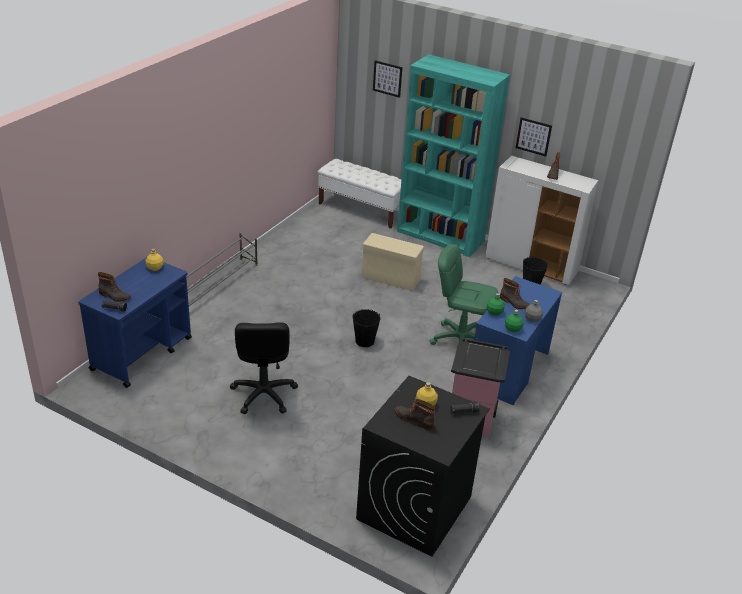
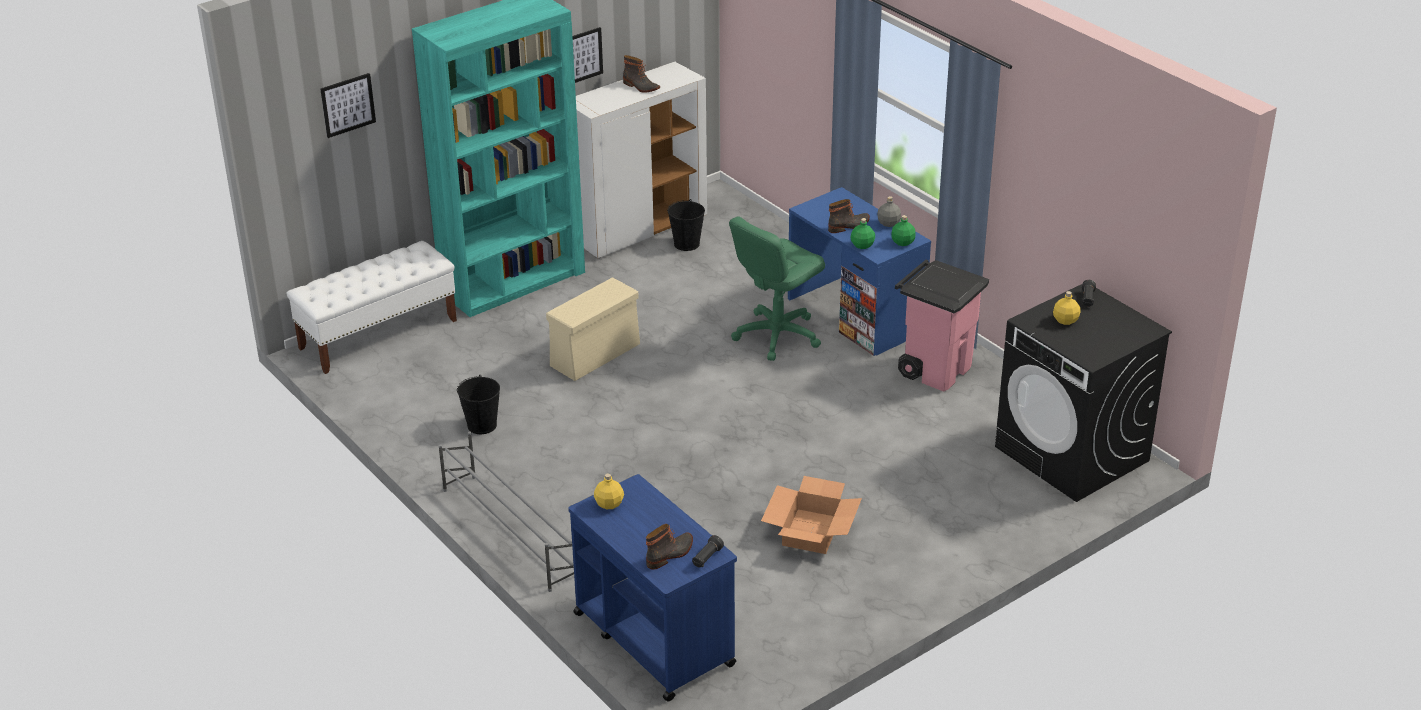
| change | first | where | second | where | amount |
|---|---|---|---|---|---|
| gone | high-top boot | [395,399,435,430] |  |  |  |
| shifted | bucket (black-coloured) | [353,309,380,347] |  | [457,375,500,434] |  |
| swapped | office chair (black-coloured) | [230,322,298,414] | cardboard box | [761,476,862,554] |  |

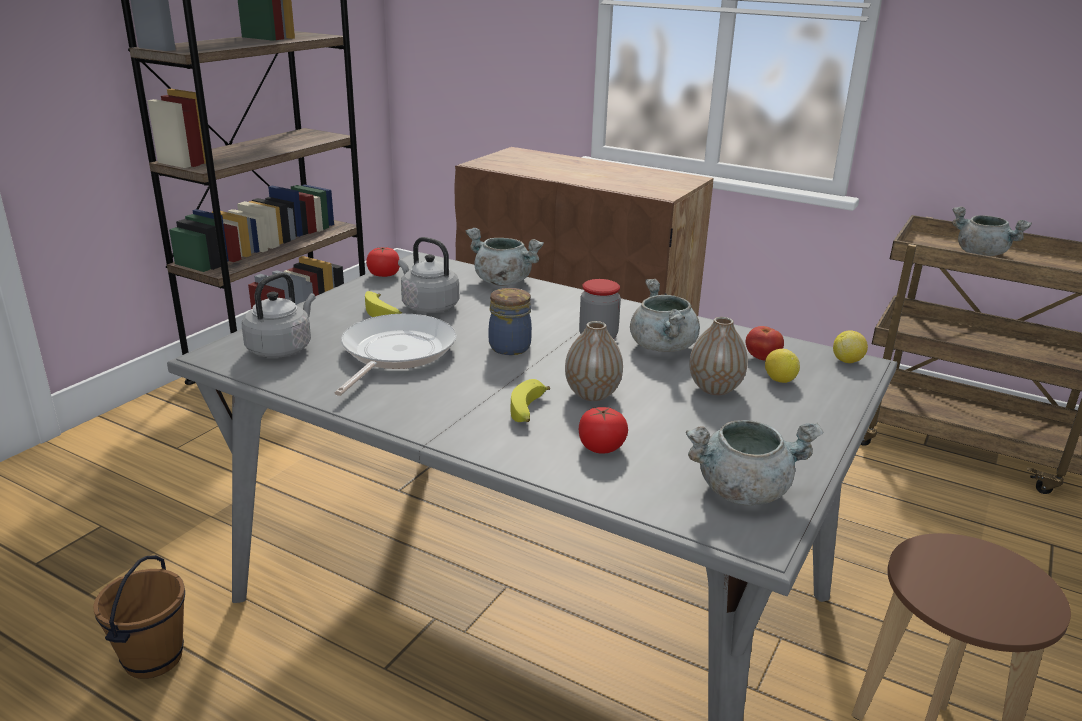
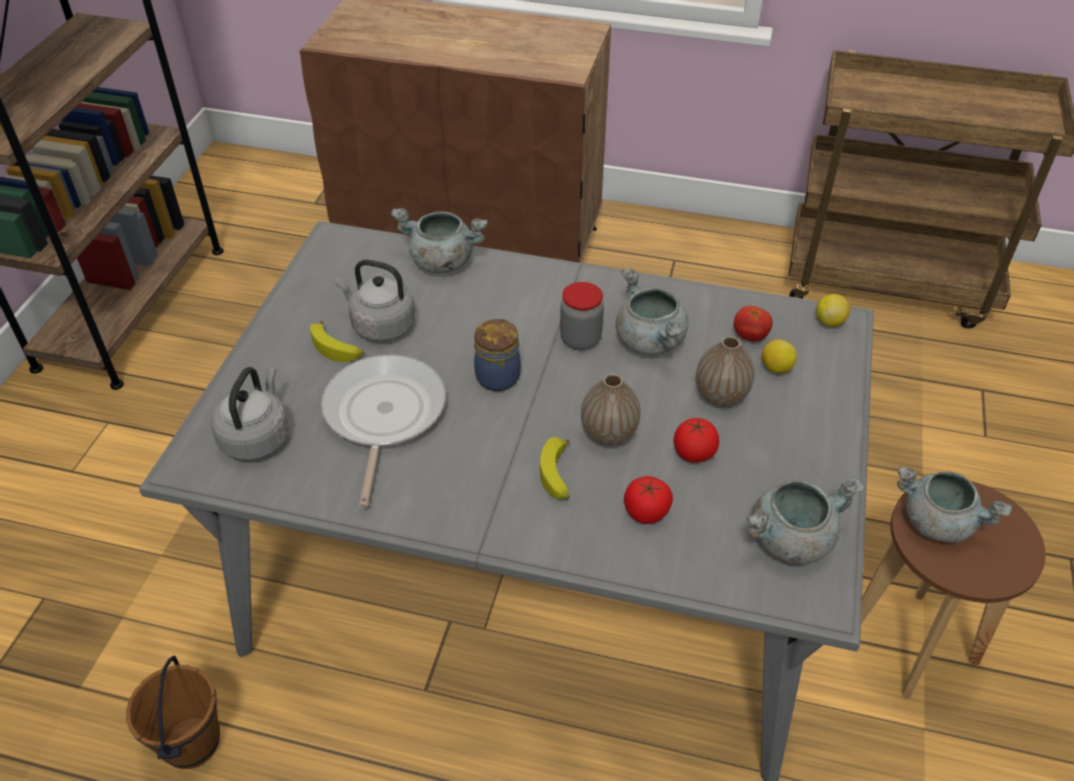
| change | first | where | second | where | amount |
|---|---|---|---|---|---|
| shifted | tomato | [366,247,400,277] |  | [674,417,719,462] |  |
| shifted | cooking pot (grey) | [952,207,1032,256] |  | [897,466,1012,543] |  |

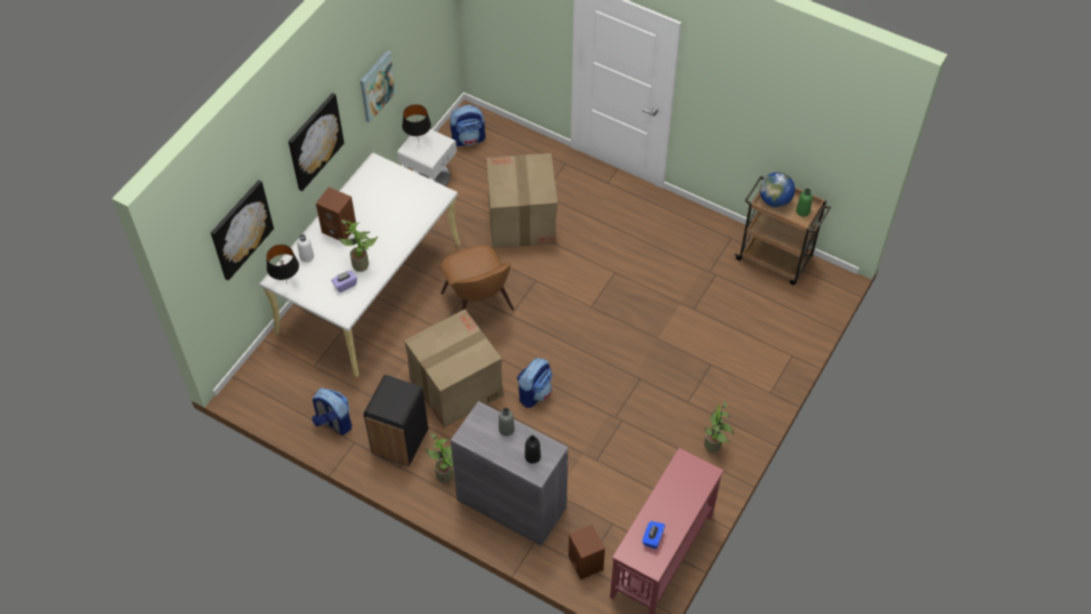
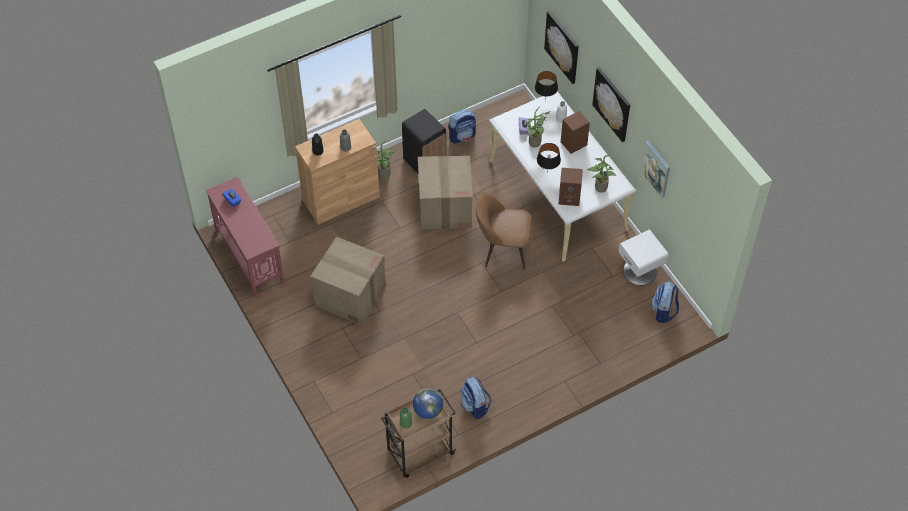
| change | first | where | second | where | amount |
|---|---|---|---|---|---|
| shifted | table lamp (black-coloured) | [402,104,431,143] |  | [537,143,561,173] |  |
| shifted | cardboard box | [487,153,558,248] |  | [310,236,386,325] |  |
| shifted | backpack | [517,358,552,408] |  | [461,377,491,419] |  |
| shifted | loudspeaker (brownish) | [568,524,605,580] |  | [559,168,583,206] |  |
| shifted | houseplant | [705,400,734,453] |  | [587,155,617,193] |  |
| repainted | storage cabinet (grey) | [450,401,568,546] | storage cabinet (brownish) | [295,119,380,225] |  |

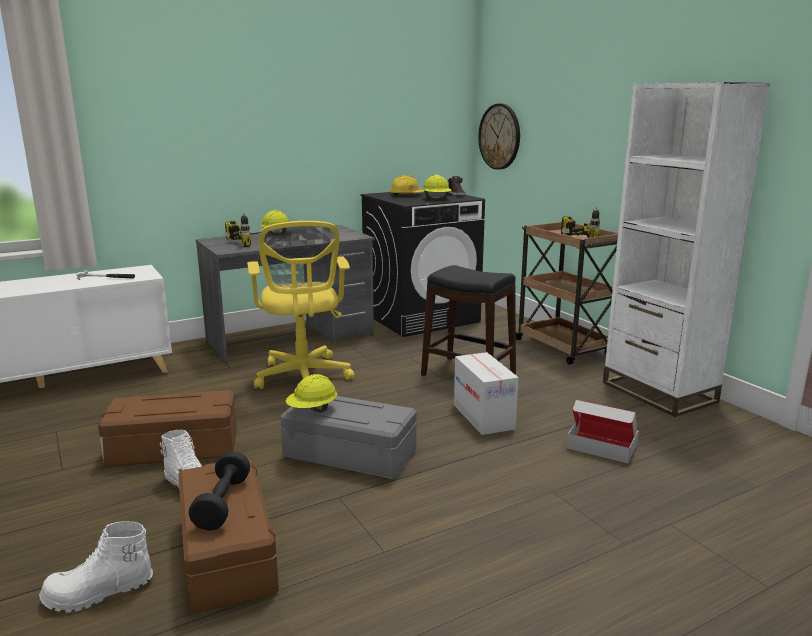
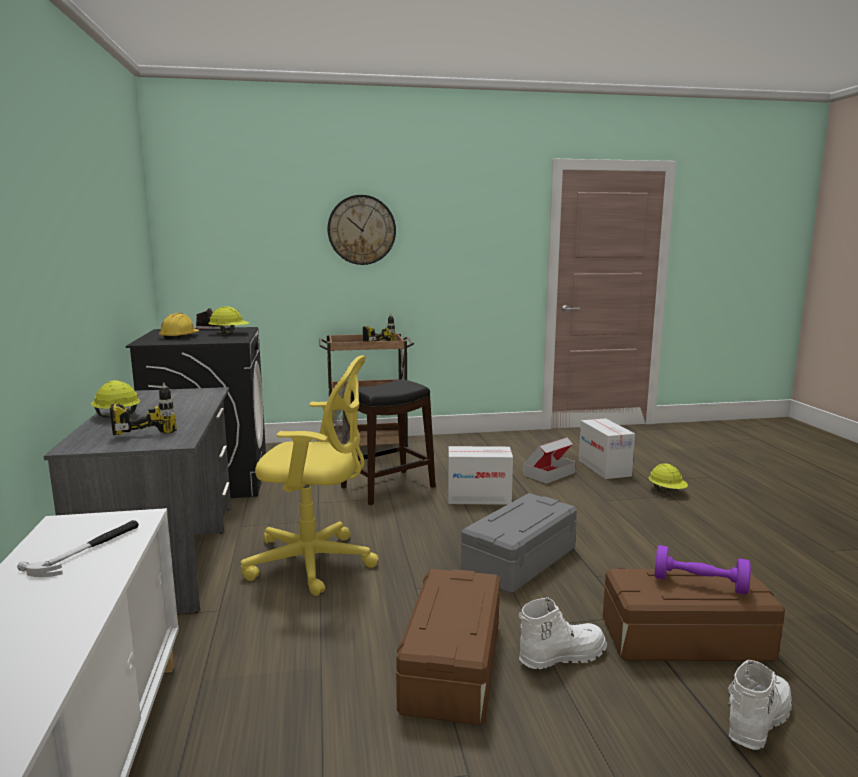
| change | first | where | second | where | amount |
|---|---|---|---|---|---|
| gone | bookshelf (white) | [603,82,770,417] |  |  |  |
| new |  |  | cardboard box | [579,418,635,479] |  |
| shifted | safety helmet (yellow) | [286,374,337,412] |  | [649,464,688,492] |  |
| shifted | wall clock | [478,104,520,170] |  | [327,195,396,265] |  |
| repainted | dumbbell (black-coloured) | [188,451,250,531] | dumbbell (purple) | [655,545,751,595] |  |
| rotated | high-top boot (white) | [39,521,153,613] |  | [727,660,792,750] | 135 degrees counterclockwise |

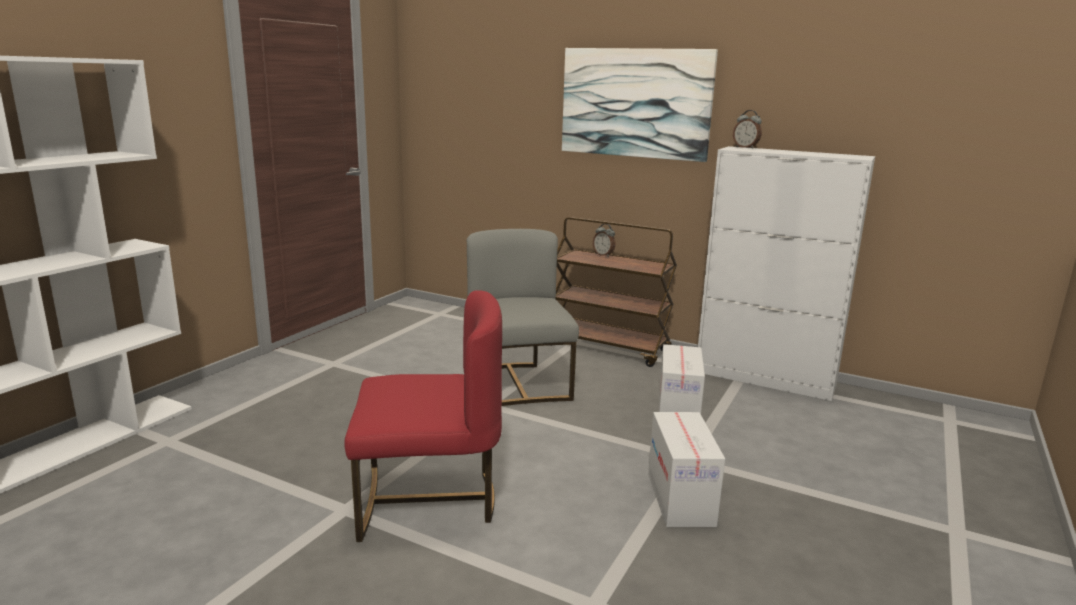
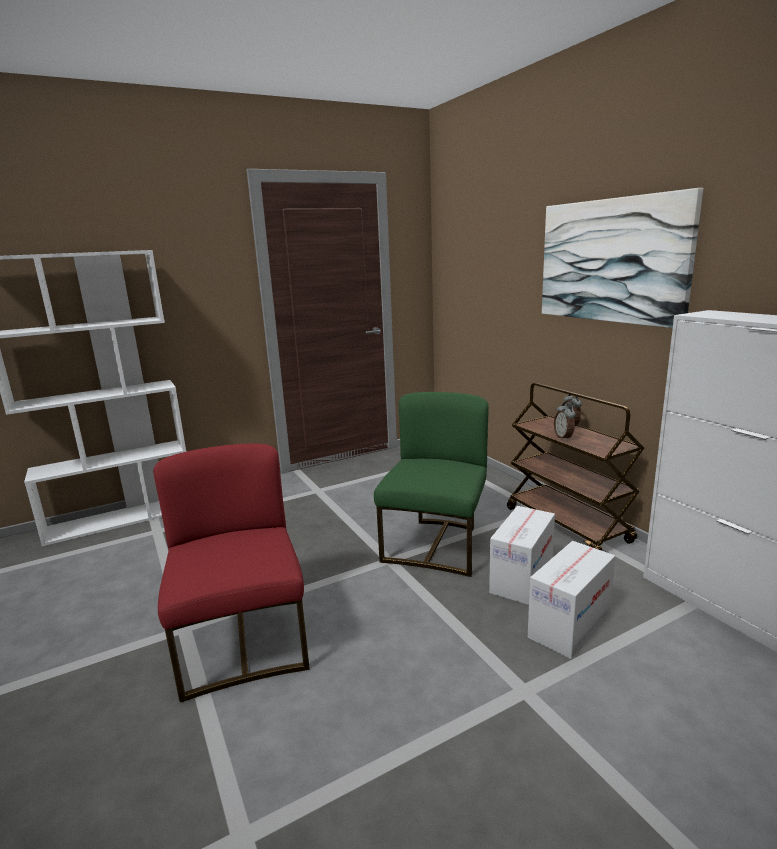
| change | first | where | second | where | amount |
|---|---|---|---|---|---|
| shifted | cardboard box | [648,412,725,527] |  | [489,506,555,605] |  |
| shifted | table clock | [733,110,762,149] |  | [554,402,576,441] |  |
| repainted | plain chair (grey) | [467,229,579,406] | plain chair (green) | [374,392,489,577] |  |
| rotated | plain chair (reddish) | [344,290,502,542] |  | [153,443,310,703] | 135 degrees counterclockwise |

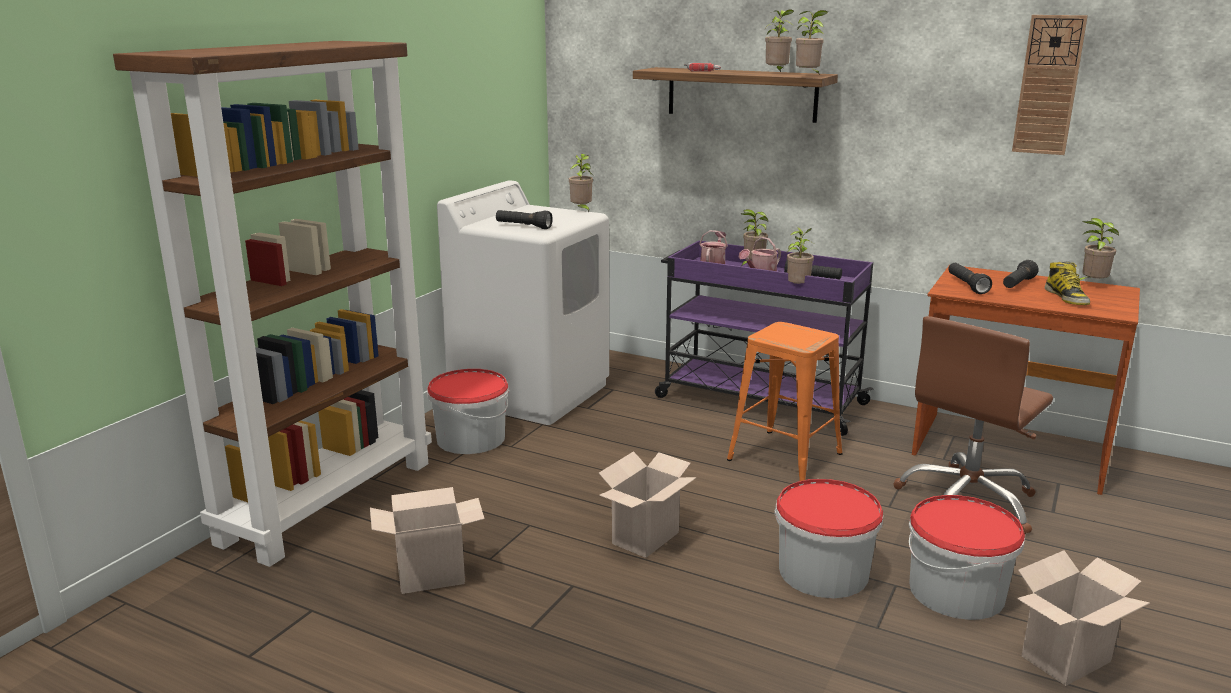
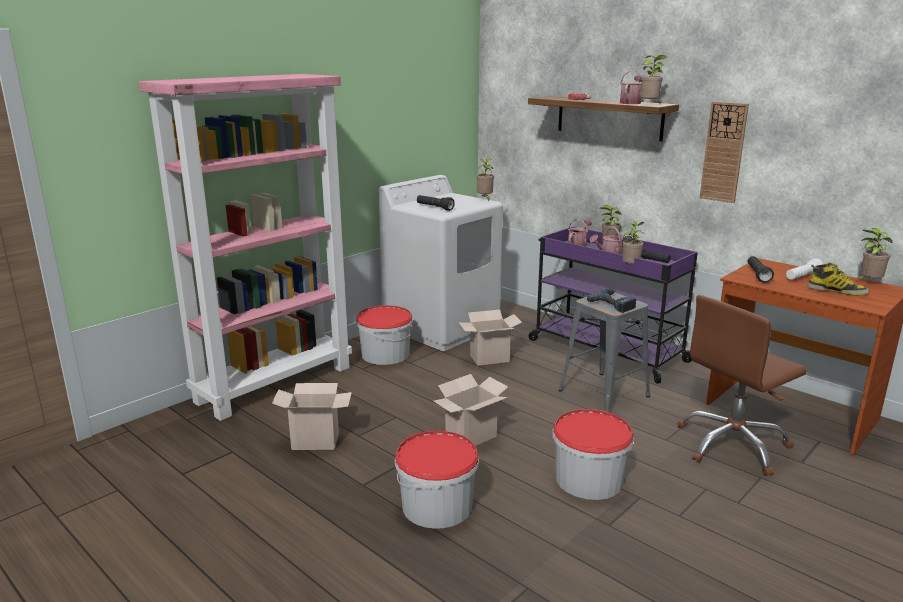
| change | first | where | second | where | amount |
|---|---|---|---|---|---|
| new |  |  | drill | [587,289,637,313] |  |
| shifted | bucket | [909,495,1025,620] |  | [395,431,479,529] |  |
| shifted | wall clock | [1012,15,1088,155] |  | [700,102,749,203] |  |
| shifted | cardboard box | [1017,550,1150,686] |  | [459,310,522,366] |  |
| swapped | houseplant | [765,9,794,72] | sprinkling can | [620,71,642,104] |  |
| repainted | bookshelf (brownish) | [113,41,432,567] | bookshelf (pink-coloured) | [139,74,352,421] |  |
| repainted | stool seat (orangey) | [727,322,842,481] | stool seat (grey) | [559,293,650,412] |  |
| repainted | flashlight (black-coloured) | [1003,260,1038,288] | flashlight (white) | [786,258,824,280] |  |
| rotated | high-top boot | [1044,261,1090,305] |  | [807,263,869,295] | 75 degrees counterclockwise |

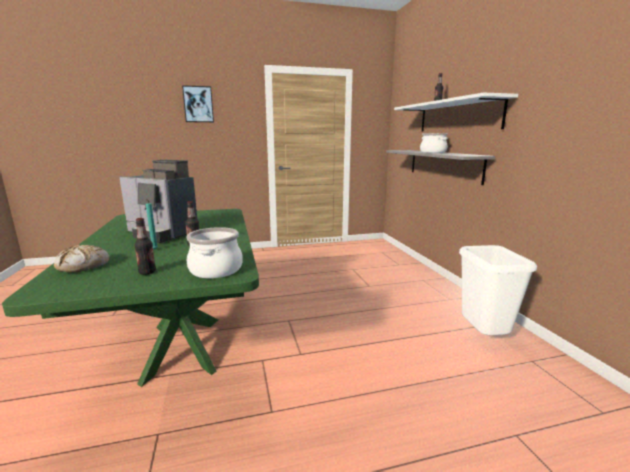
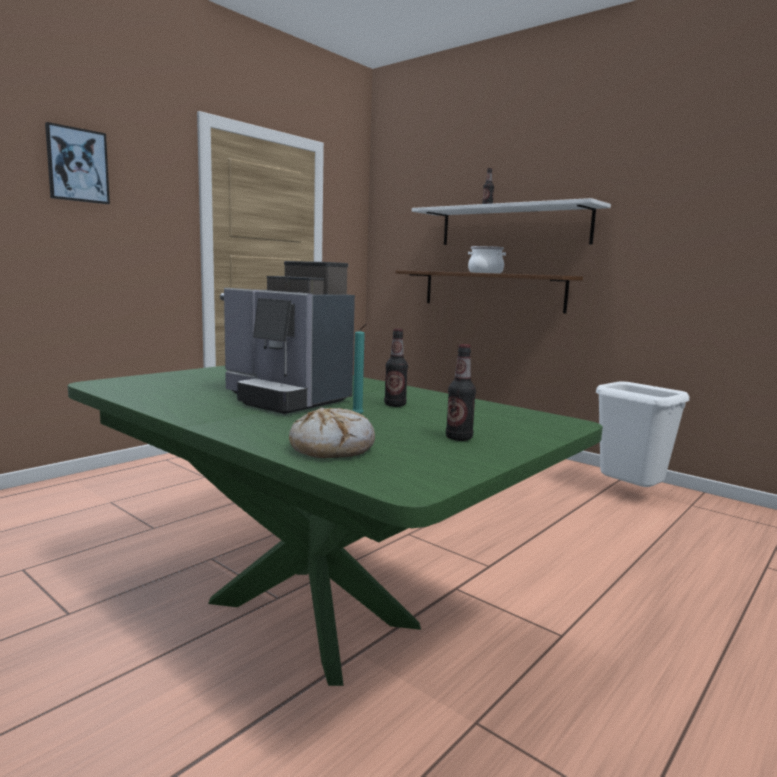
| change | first | where | second | where | amount |
|---|---|---|---|---|---|
| gone | cooking pot | [187,227,243,278] |  |  |  |
| repainted | bracket shelf (grey) | [386,150,496,185] | bracket shelf (brownish) | [395,270,583,313] |  |
| rotated | coffee brewer | [119,160,197,243] |  | [224,261,355,414] | 45 degrees clockwise |

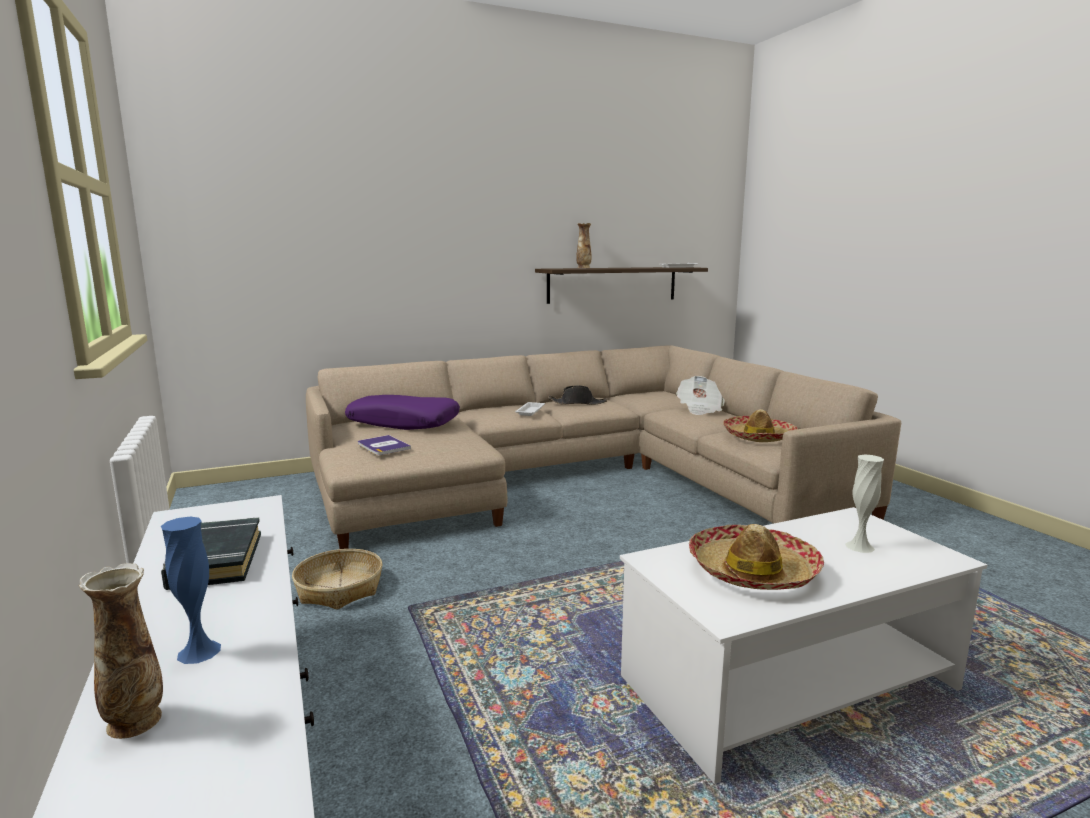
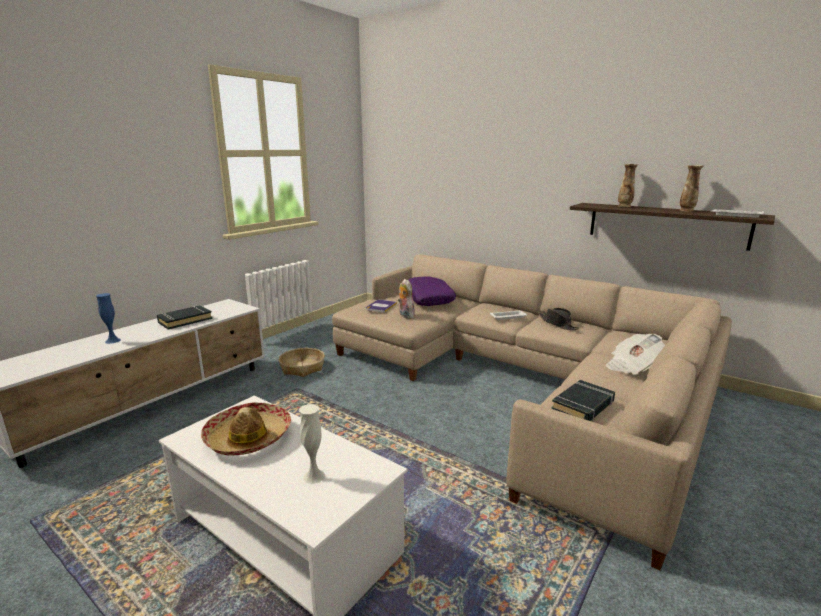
| change | first | where | second | where | amount |
|---|---|---|---|---|---|
| new |  |  | cuddly toy | [398,279,415,319] |  |
| shifted | flower vase | [79,563,163,739] |  | [680,165,704,211] |  |
| swapped | clothing hat | [723,409,798,442] | book (black-coloured) | [551,380,615,421] |  |

